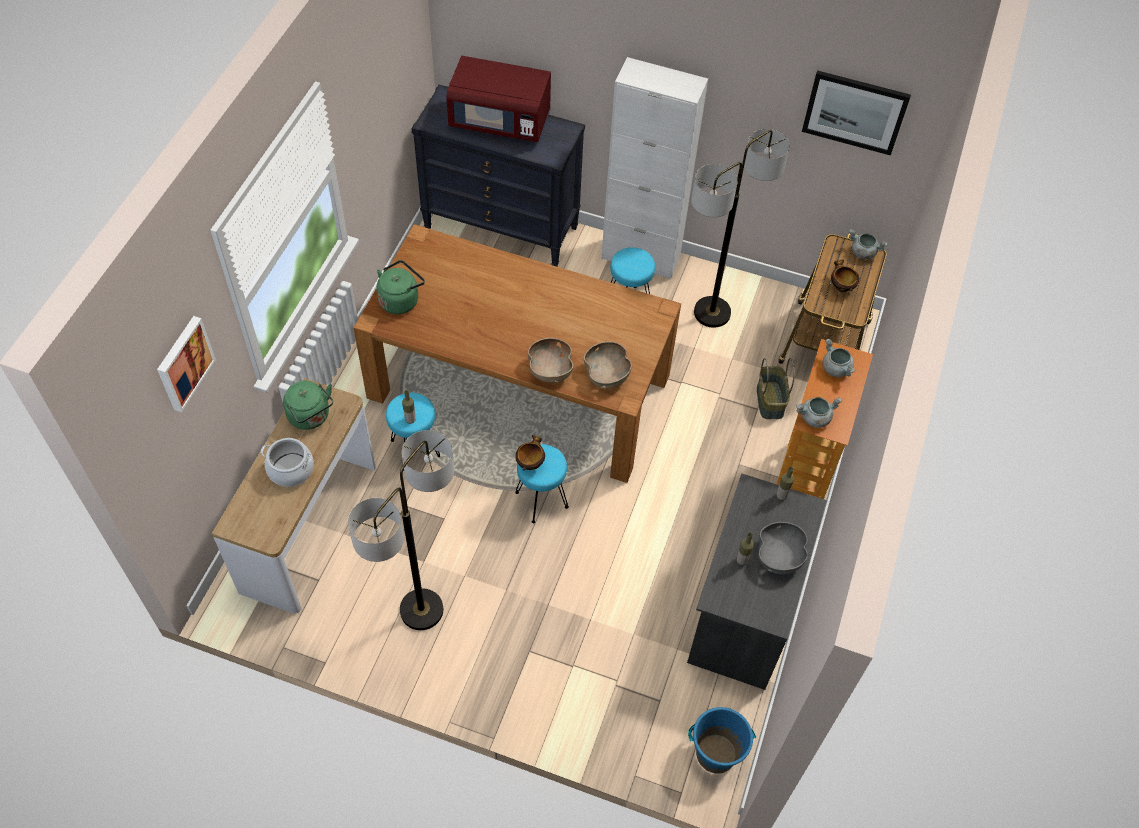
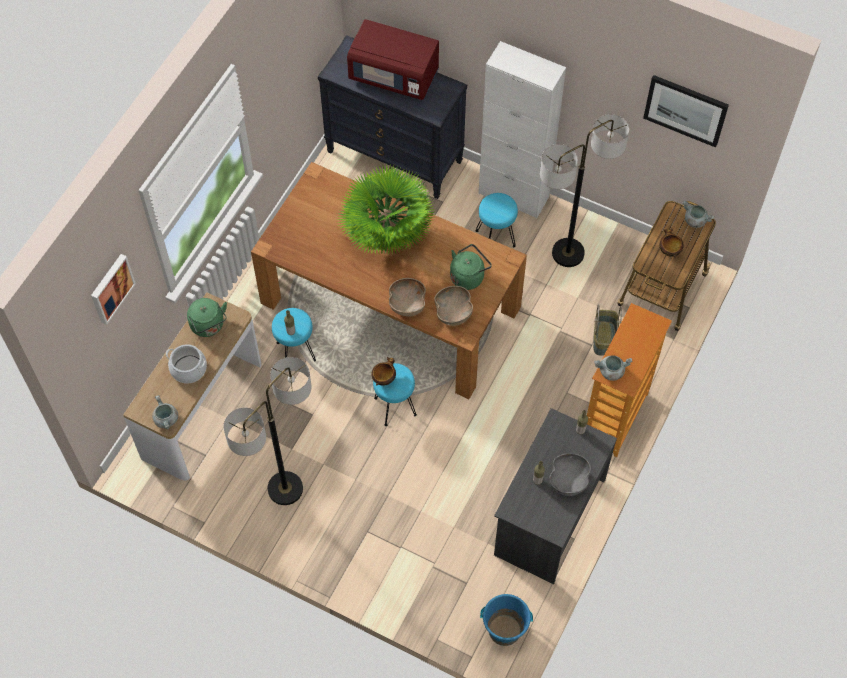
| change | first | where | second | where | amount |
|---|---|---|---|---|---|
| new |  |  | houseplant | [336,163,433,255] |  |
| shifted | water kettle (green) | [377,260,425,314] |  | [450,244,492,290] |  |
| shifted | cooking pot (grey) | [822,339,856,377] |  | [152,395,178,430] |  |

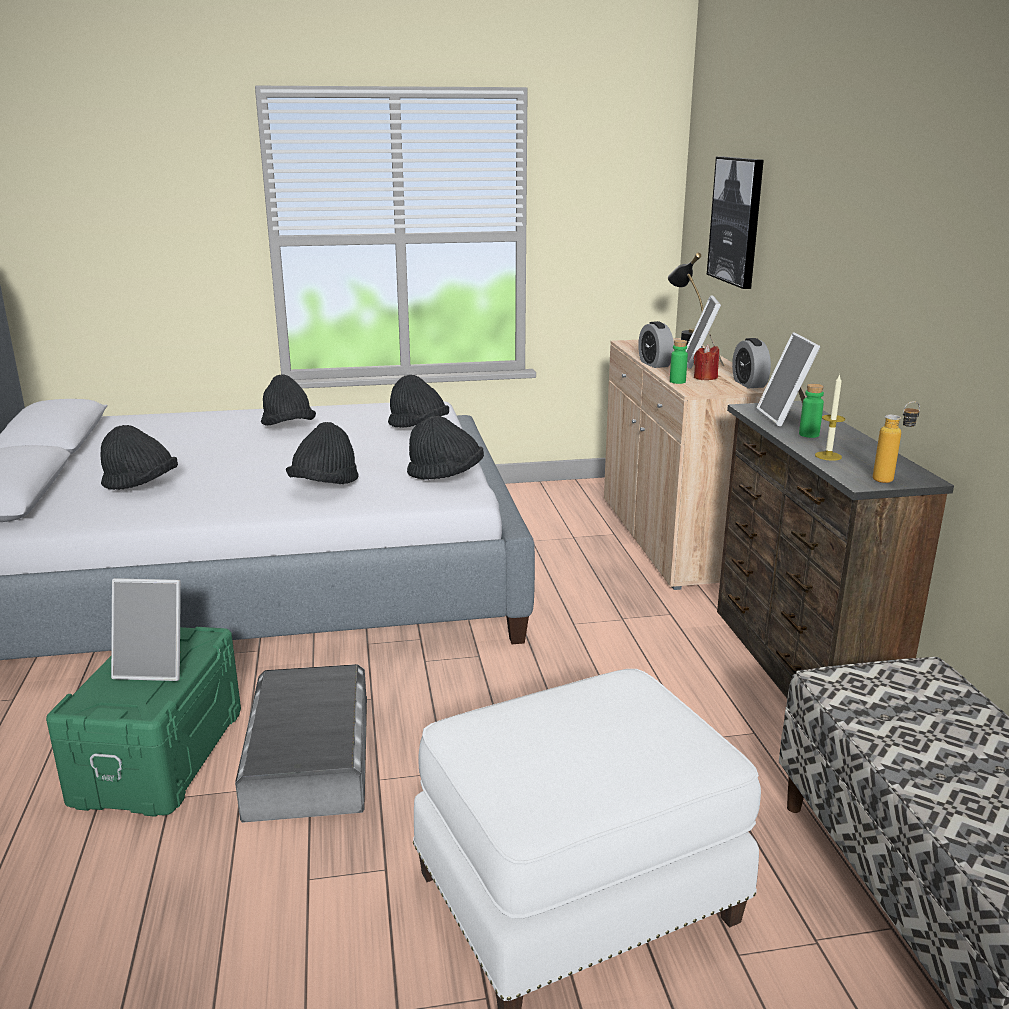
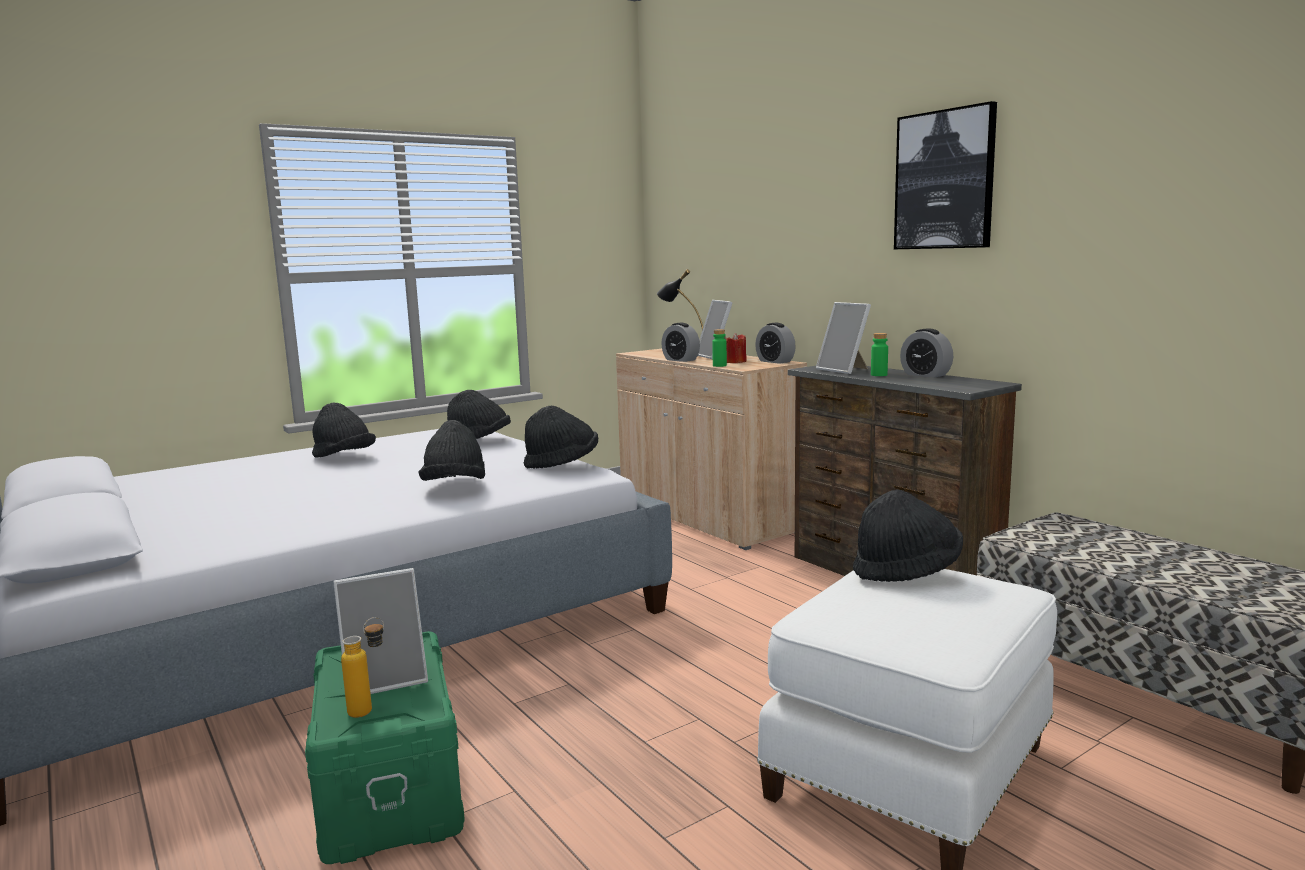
| change | first | where | second | where | amount |
|---|---|---|---|---|---|
| gone | storage box (grey) | [235,664,367,823] |  |  |  |
| gone | wax light | [815,374,845,461] |  |  |  |
| new |  |  | table clock | [900,328,953,378] |  |
| shifted | clothing hat (black-coloured) | [100,425,178,490] |  | [853,489,963,582] |  |
| shifted | wall art | [707,157,764,289] |  | [894,101,997,249] |  |
| shifted | drink bottle | [873,401,920,483] |  | [341,617,384,718] |  |

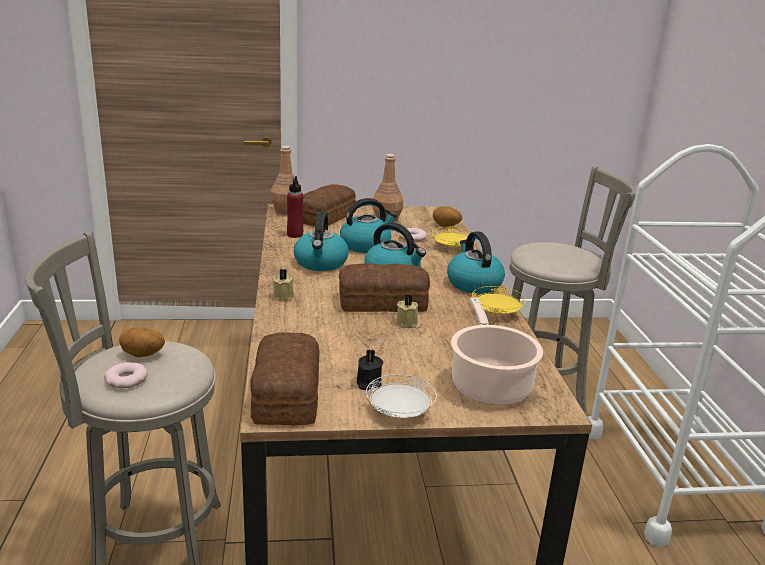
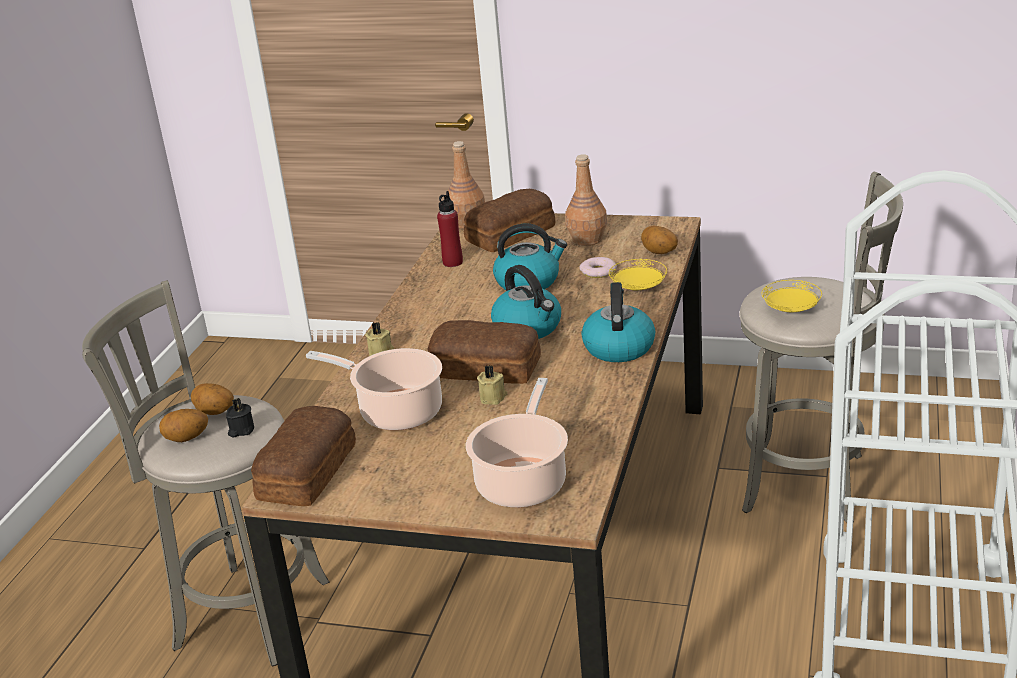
| change | first | where | second | where | amount |
|---|---|---|---|---|---|
| gone | water kettle | [294,212,349,271] |  |  |  |
| gone | plate (white) | [366,374,437,418] |  |  |  |
| new |  |  | cooking pot | [306,348,442,430] |  |
| shifted | wax light (black-coloured) | [357,349,383,390] |  | [226,398,254,438] |  |
| shifted | plate (yellow) | [472,286,526,314] |  | [762,280,822,312] |  |
| swapped | donut | [104,362,148,388] | potato | [159,409,208,442] |  |

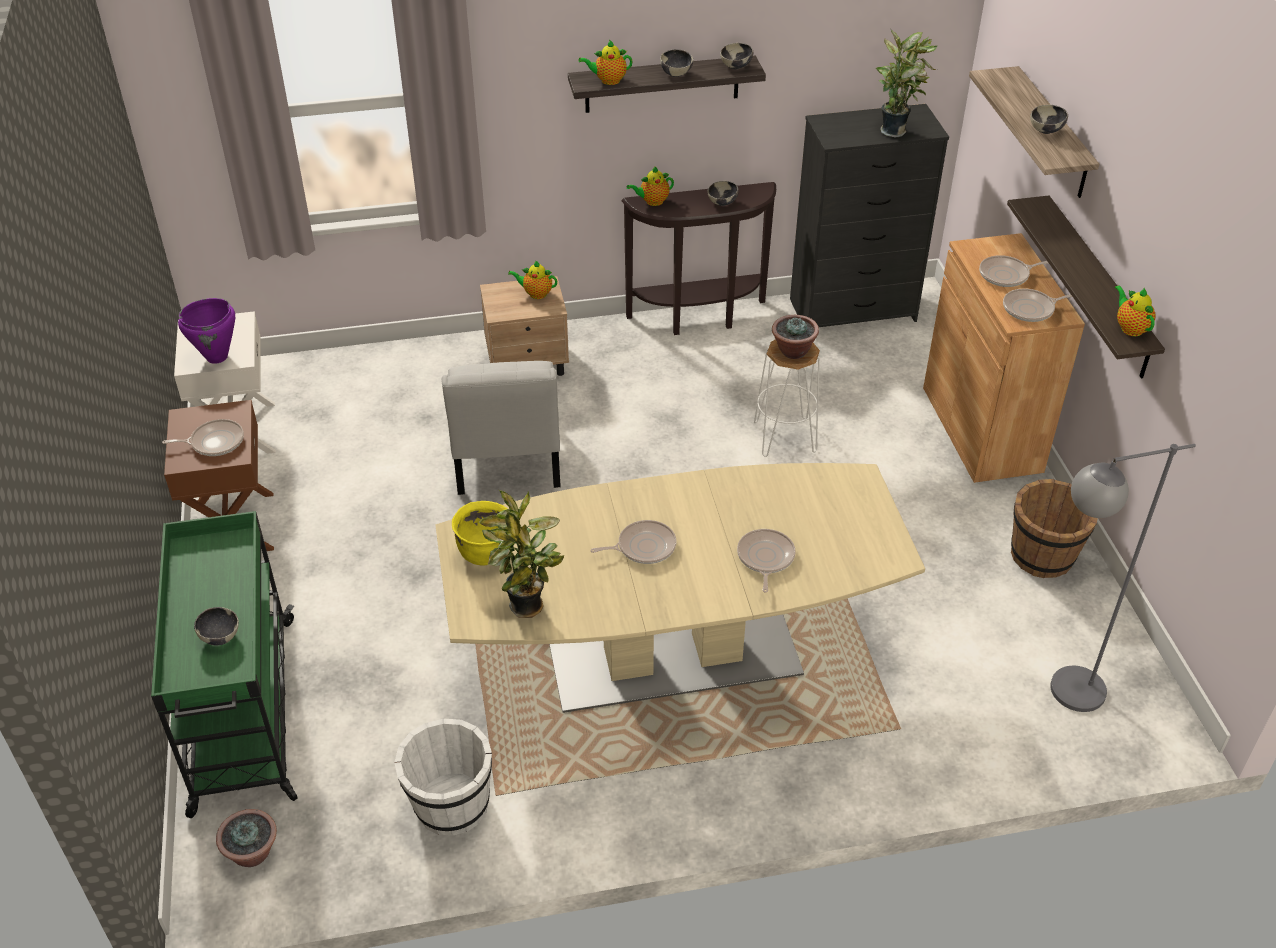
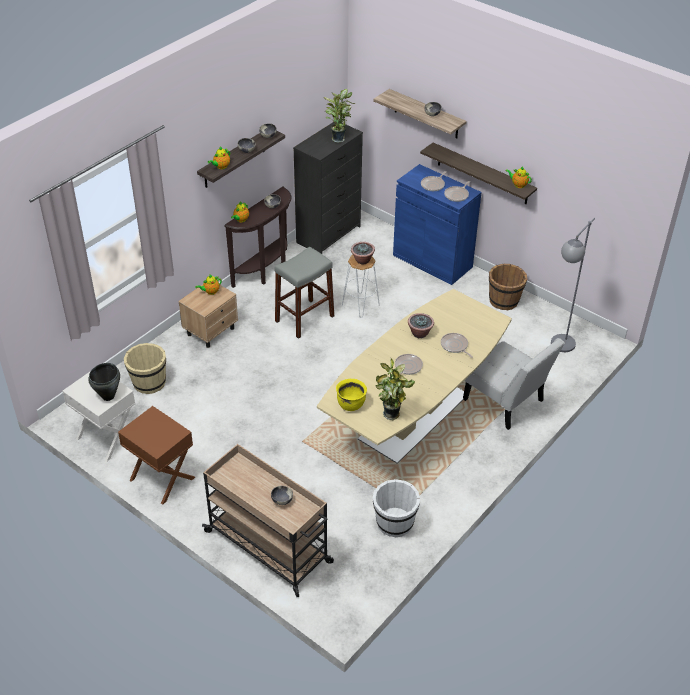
| change | first | where | second | where | amount |
|---|---|---|---|---|---|
| gone | frying pan | [162,419,244,456] |  |  |  |
| new |  |  | bucket (beige-coloured) | [124,343,166,394] |  |
| new |  |  | stool seat (grey) | [274,247,334,339] |  |
| shifted | houseplant | [216,809,277,867] |  | [408,313,434,338] |  |
| shifted | plain chair (white) | [441,361,561,495] |  | [463,338,565,430] |  |
| repainted | cart (green) | [151,511,298,818] | cart (beige-coloured) | [202,444,334,597] |  |
| repainted | cooking pot (purple) | [178,298,235,364] | cooking pot (black-coloured) | [88,363,120,401] |  |
| repainted | storage cabinet (brownish) | [923,233,1085,483] | storage cabinet (blue) | [393,164,482,285] |  |

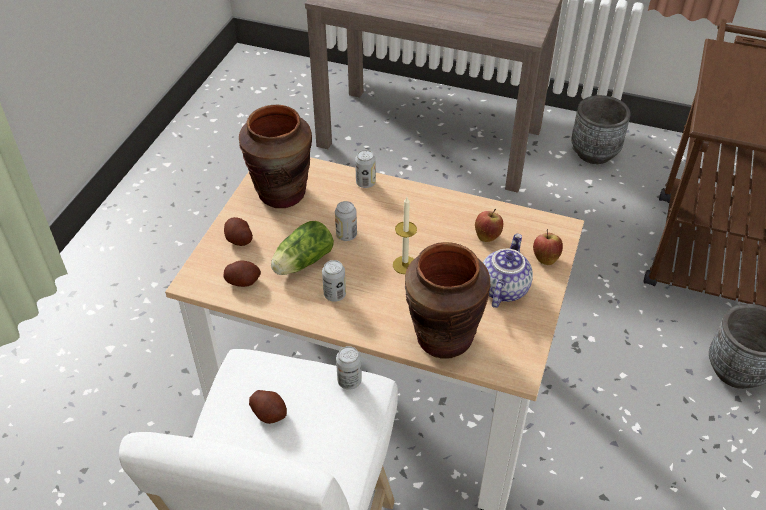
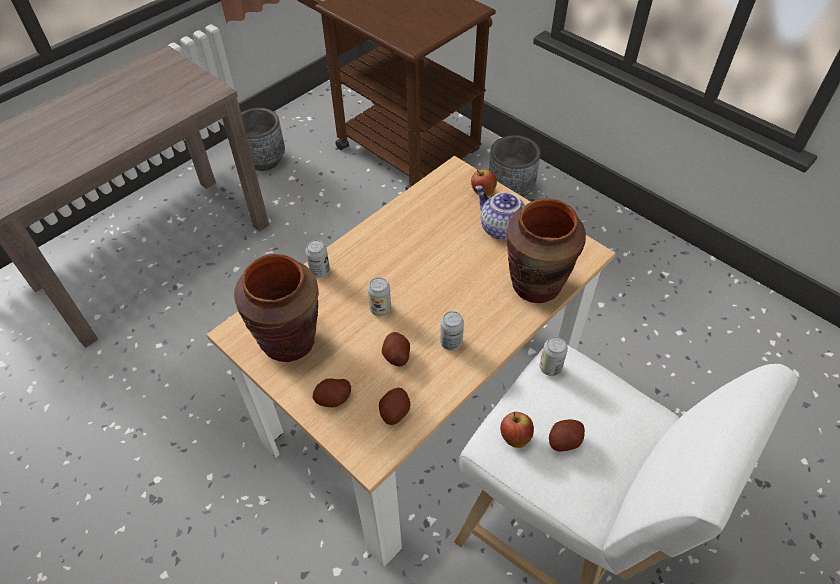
| change | first | where | second | where | amount |
|---|---|---|---|---|---|
| gone | wax light | [393,197,417,274] |  |  |  |
| shifted | whole apple | [475,209,503,242] |  | [500,412,534,448] |  |
| swapped | lettuce head | [271,221,334,275] | potato | [382,332,410,366] |  |

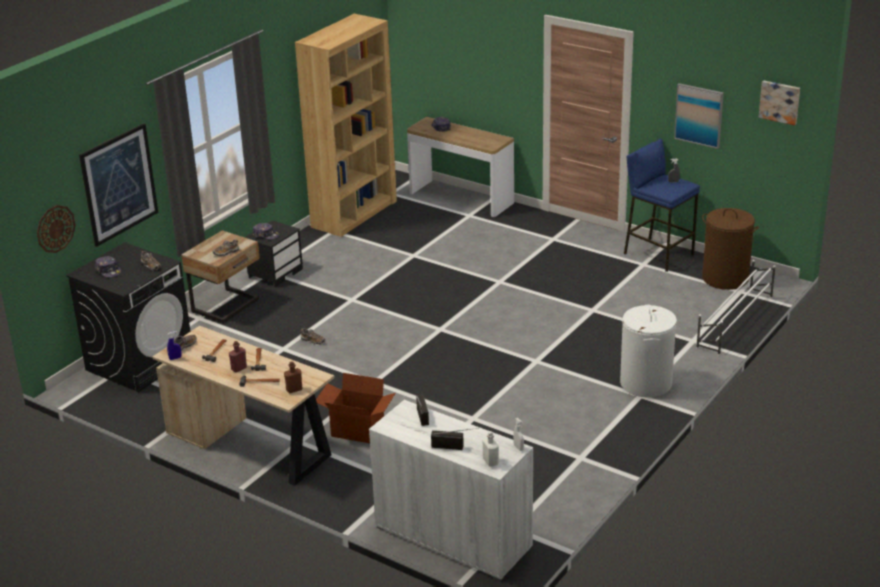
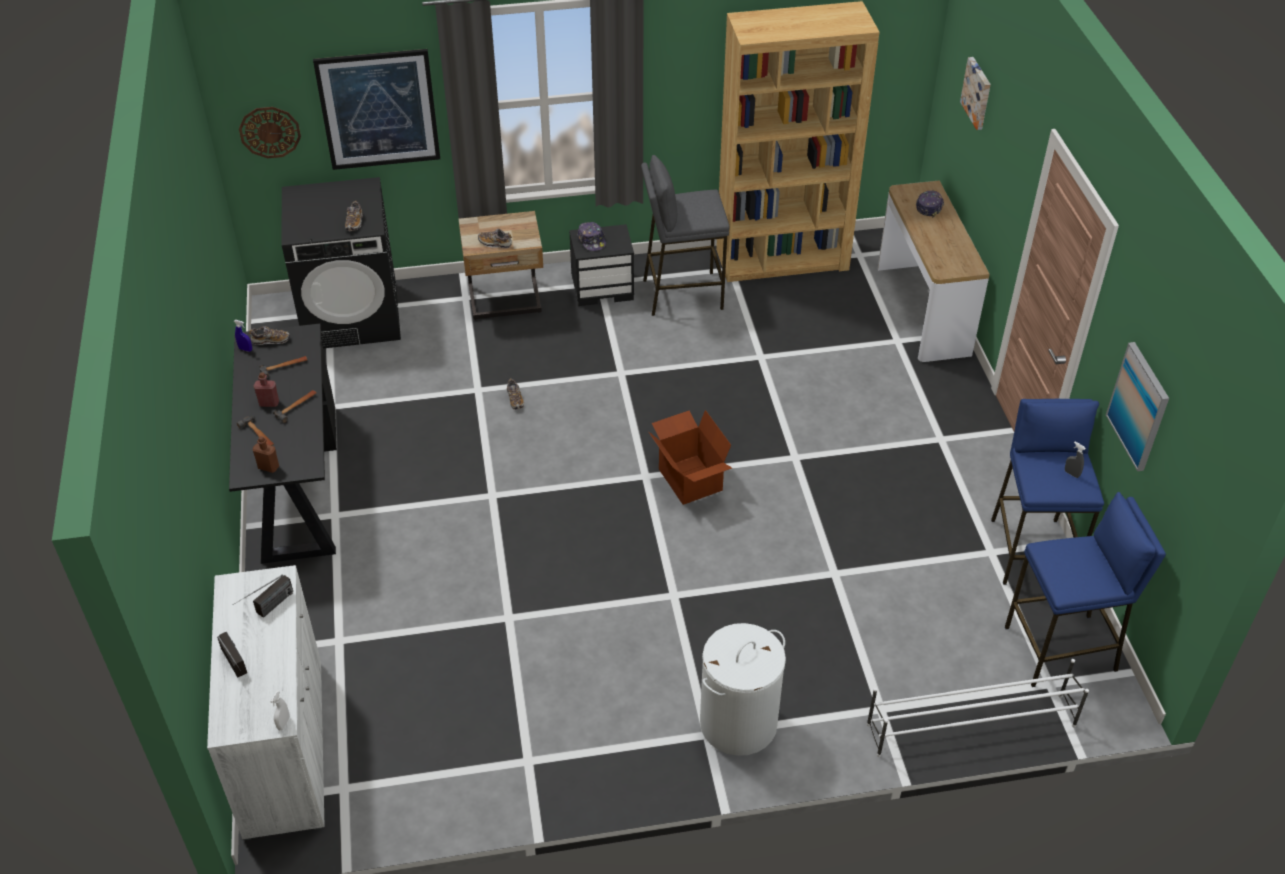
| change | first | where | second | where | amount |
|---|---|---|---|---|---|
| gone | baseball cap | [95,256,121,277] |  |  |  |
| gone | drink bottle (white) | [483,431,499,467] |  |  |  |
| new |  |  | stool seat (grey) | [641,155,730,316] |  |
| shifted | cardboard box | [316,373,396,443] |  | [648,410,732,505] |  |
| shifted | wall art | [759,81,800,125] |  | [960,57,991,130] |  |
| swapped | washing basket (brownish) | [702,208,759,290] | stool seat (blue) | [1005,492,1166,687] |  |
| repainted | desk table (beige-coloured) | [152,326,335,486] | desk table (black-coloured) | [229,324,337,564] |  |

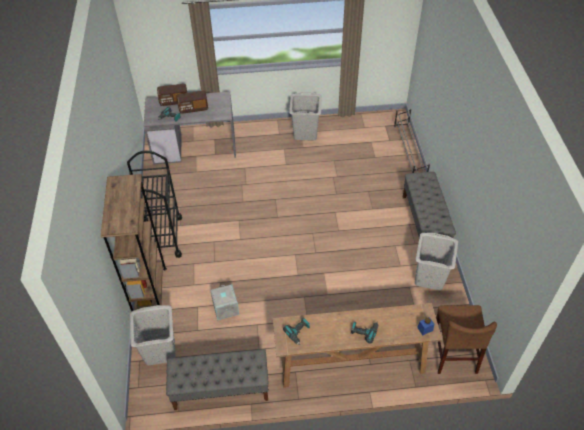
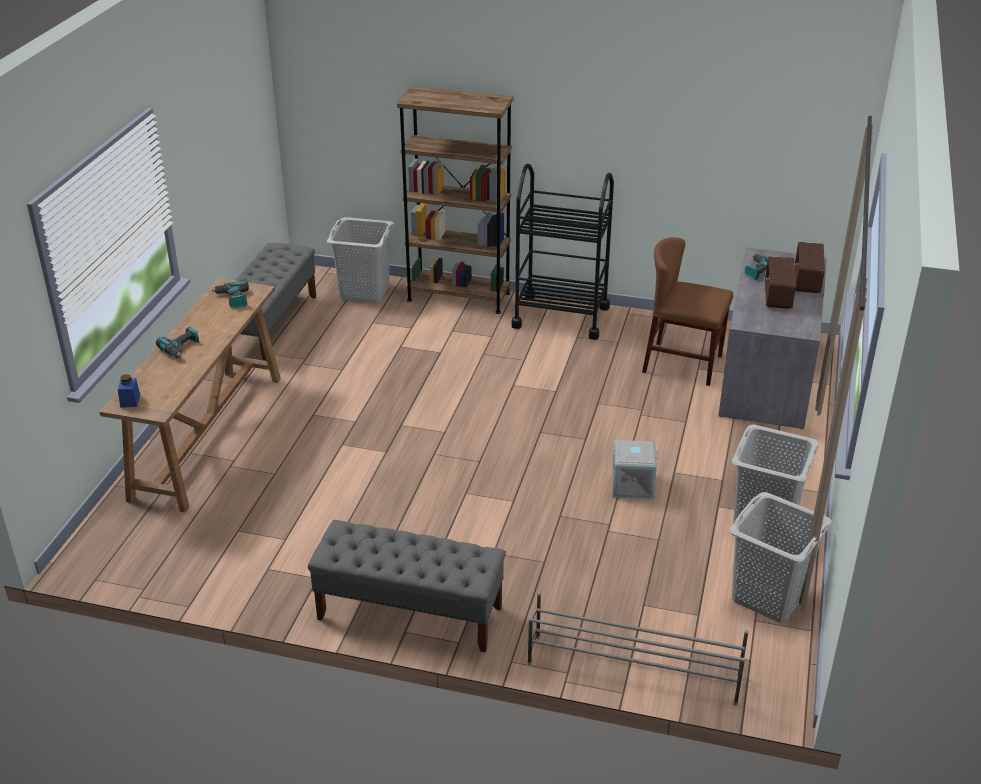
| change | first | where | second | where | amount |
|---|---|---|---|---|---|
| shifted | storage box (grey) | [210,284,239,320] |  | [612,440,659,499] |  |
| shifted | washing basket (grey) | [415,233,458,291] |  | [729,492,832,623] |  |
| shifted | plain chair (brownish) | [436,305,497,374] |  | [642,237,733,386] |  |

